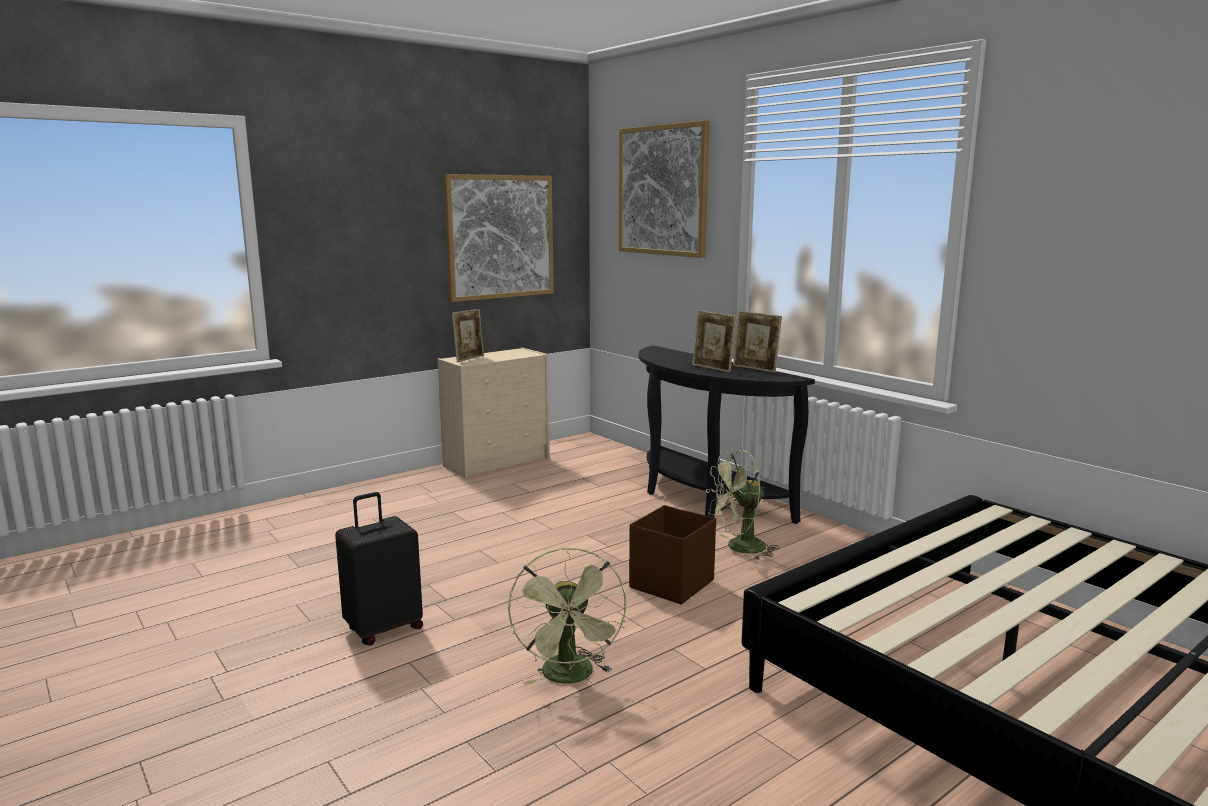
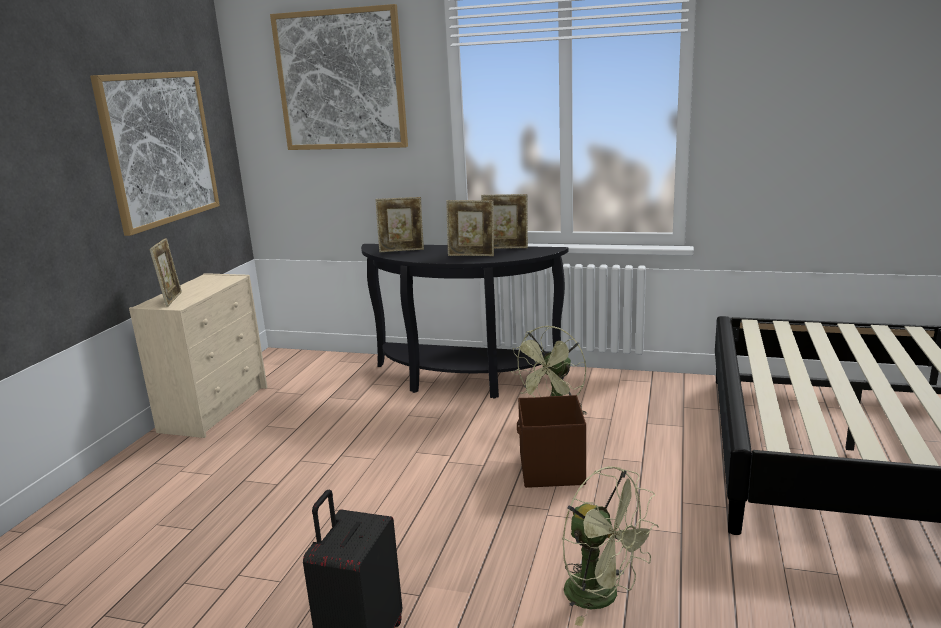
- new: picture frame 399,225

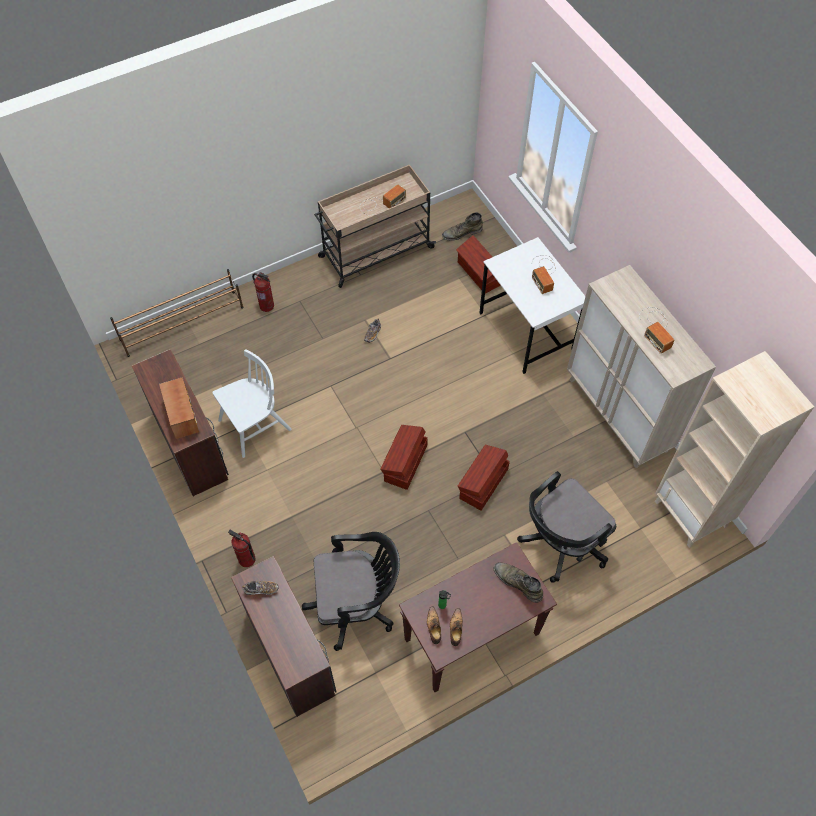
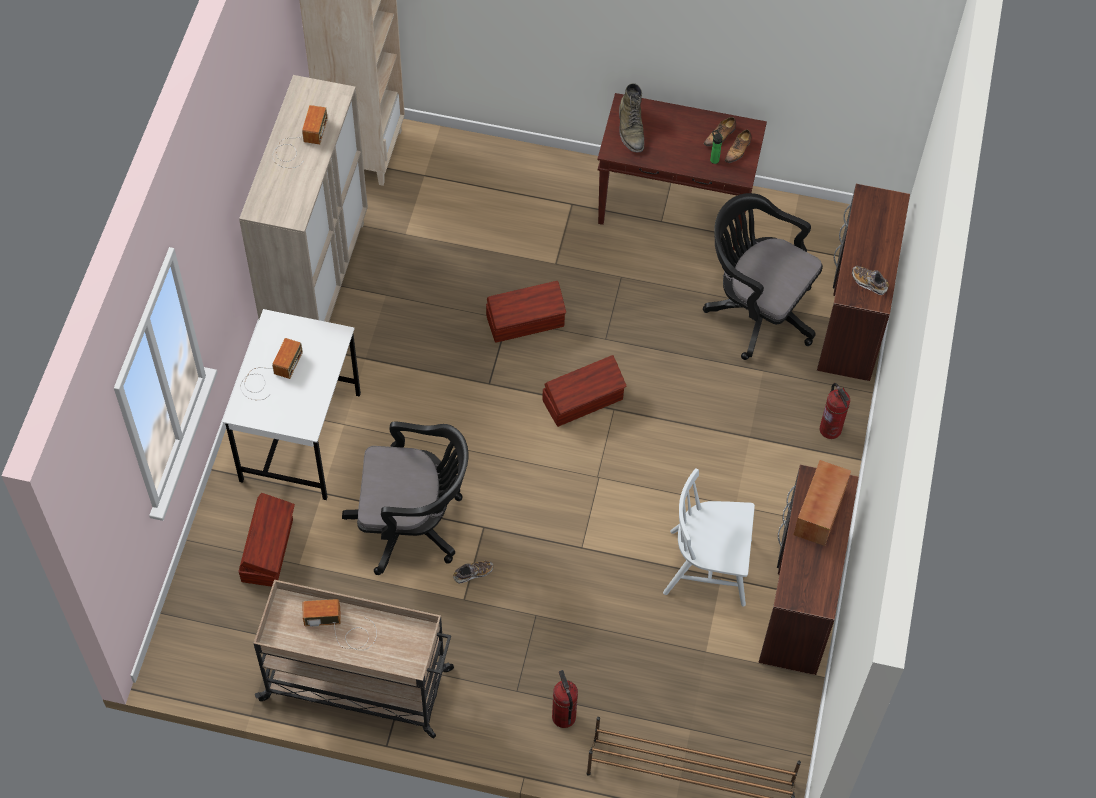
- gone: boot (green) 462,226
- shifted: office chair (black) 566,527 to 405,498

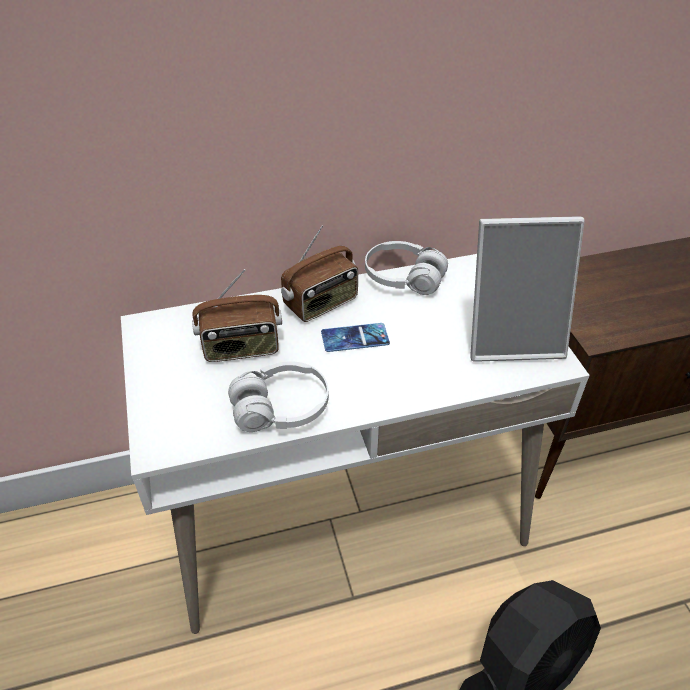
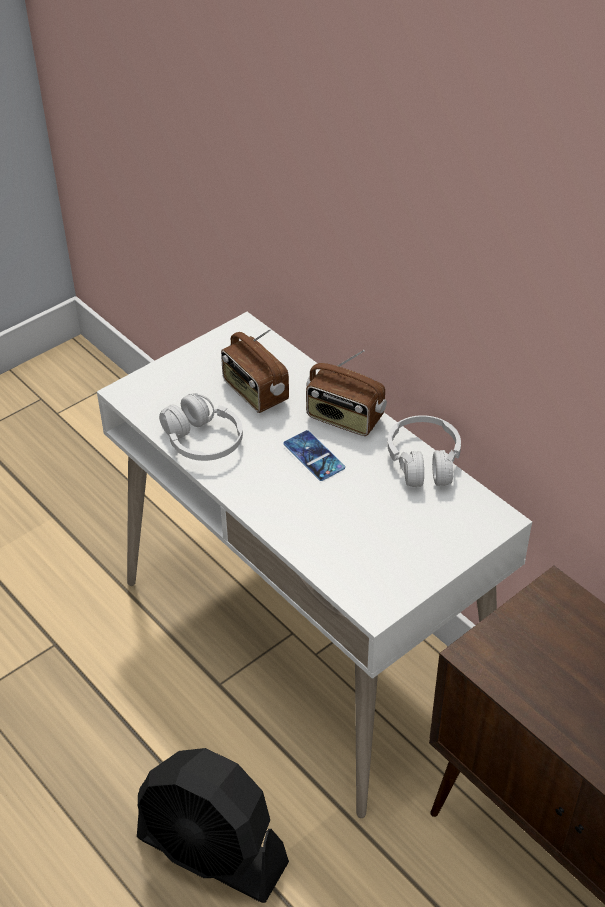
- gone: picture frame 527,289

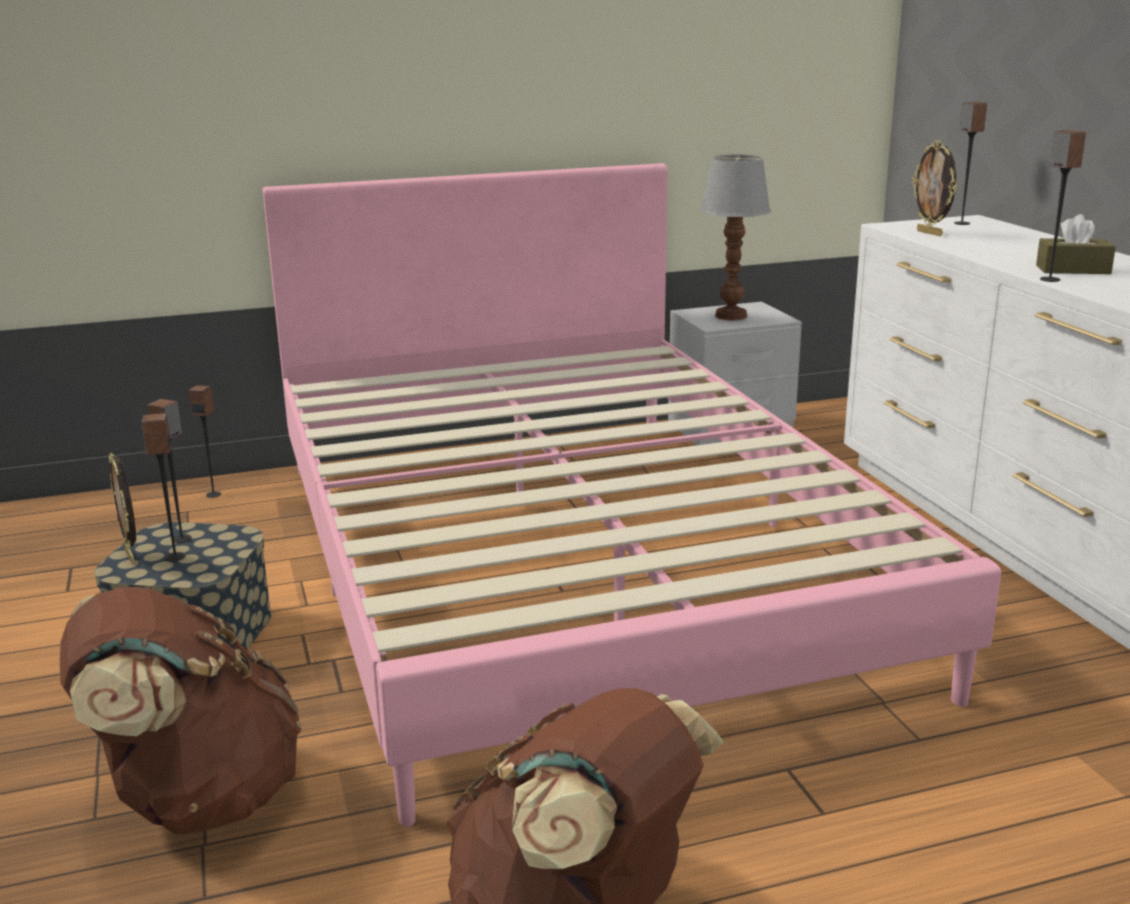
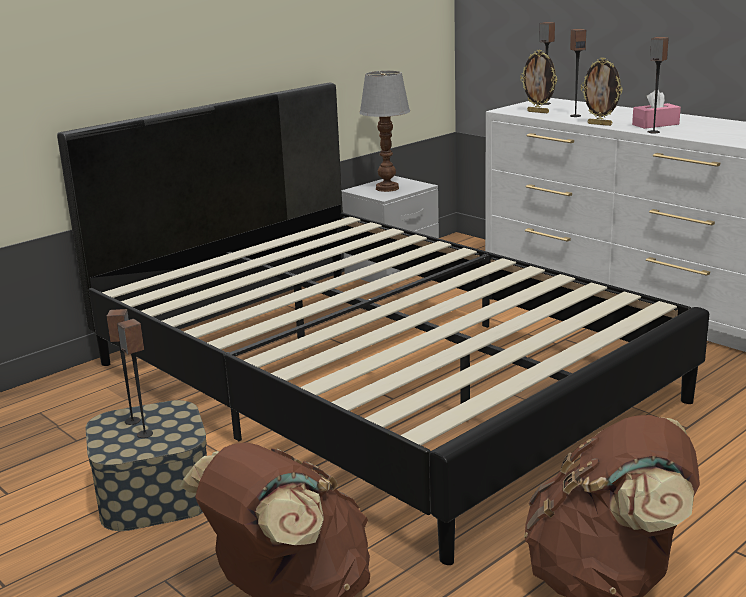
- repainted: bed (pink) 632,495 to bed (black) 383,324
- repainted: tissue box (brown) 1076,244 to tissue box (pink) 656,109
- shifted: speaker 205,441 to 578,73
- shifted: picture frame 122,509 to 601,92

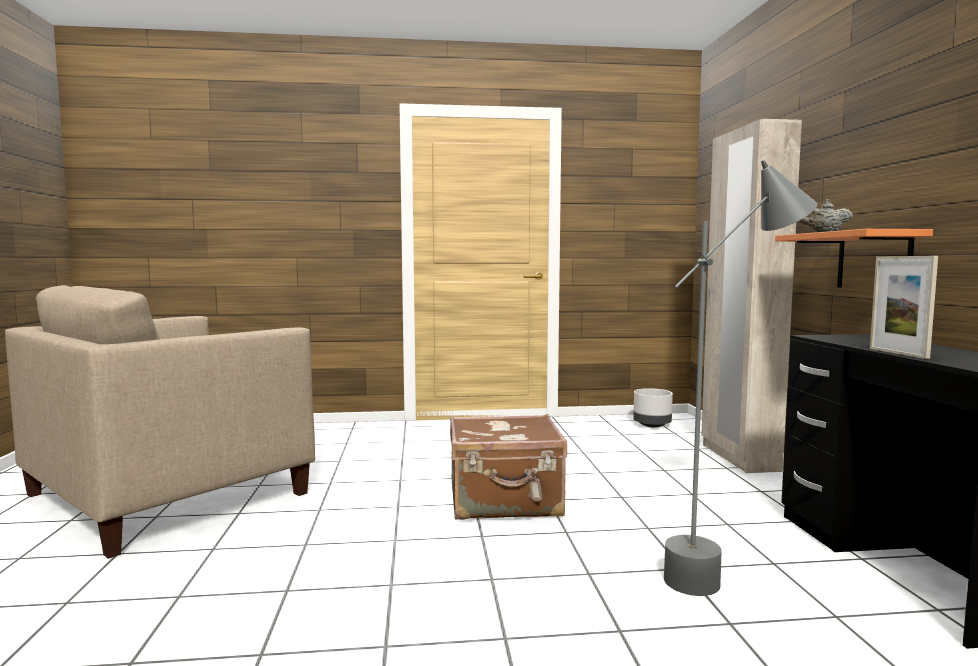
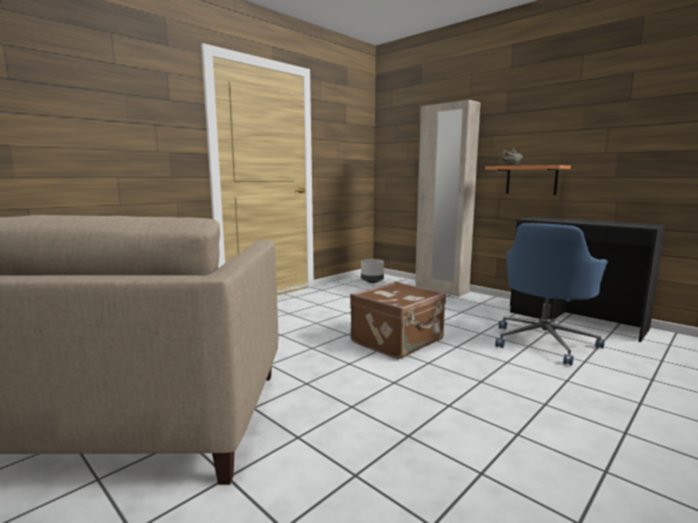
- swapped: floor lamp (grey) 740,378 to office chair (blue) 551,294
- gone: picture frame 904,307

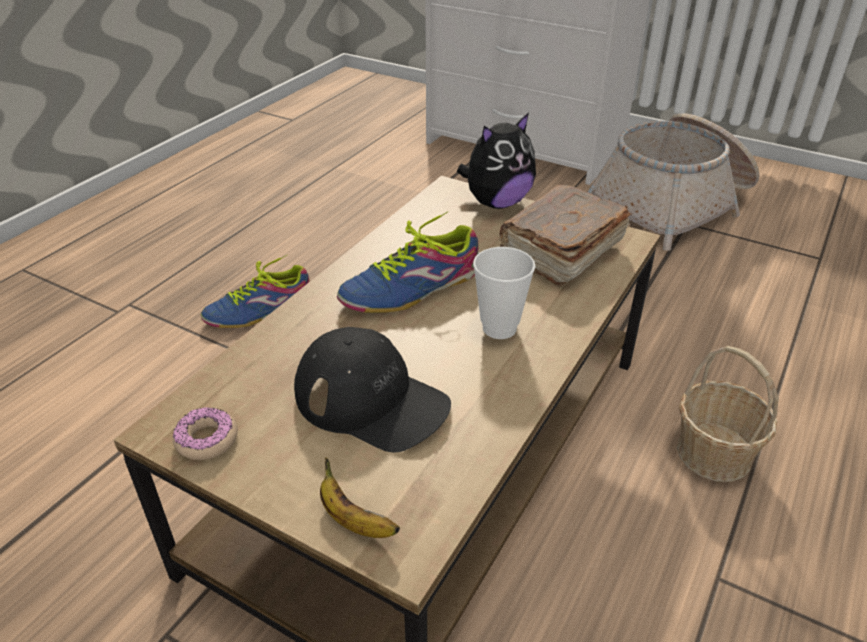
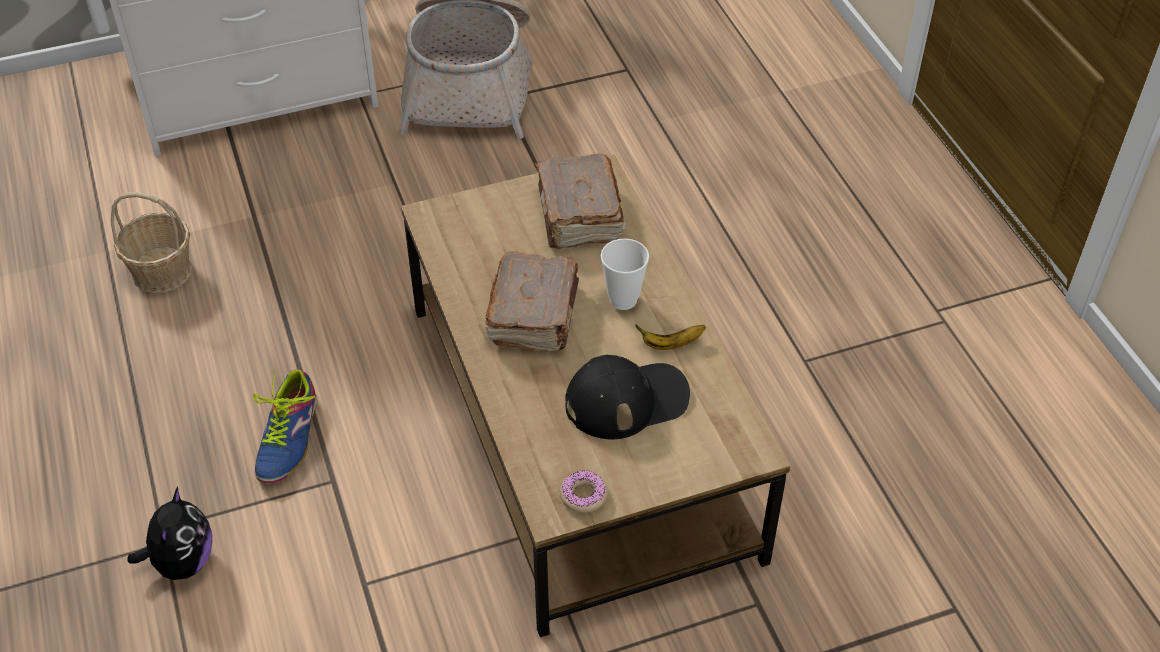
- shifted: plush toy 496,161 to 170,533
- swapped: shoe 408,262 to book (brown) 532,301
- shifted: basket 728,414 to 151,242
- shifted: banana 360,497 to 670,337

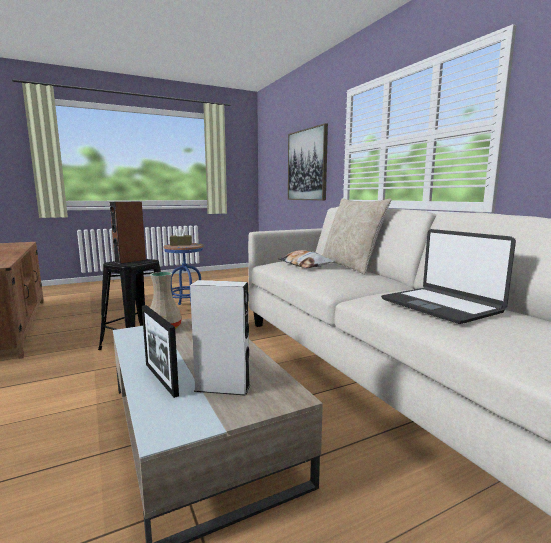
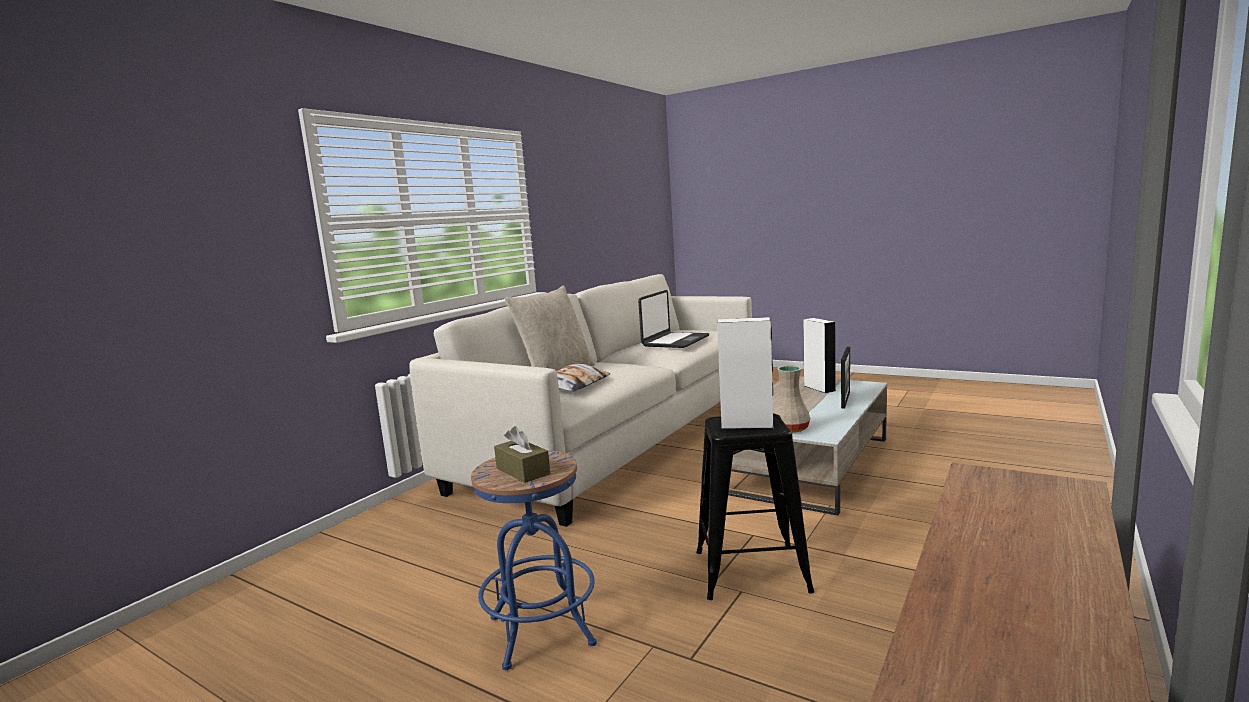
- gone: picture 308,162
- repainted: speaker (brown) 128,233 to speaker (white) 745,373

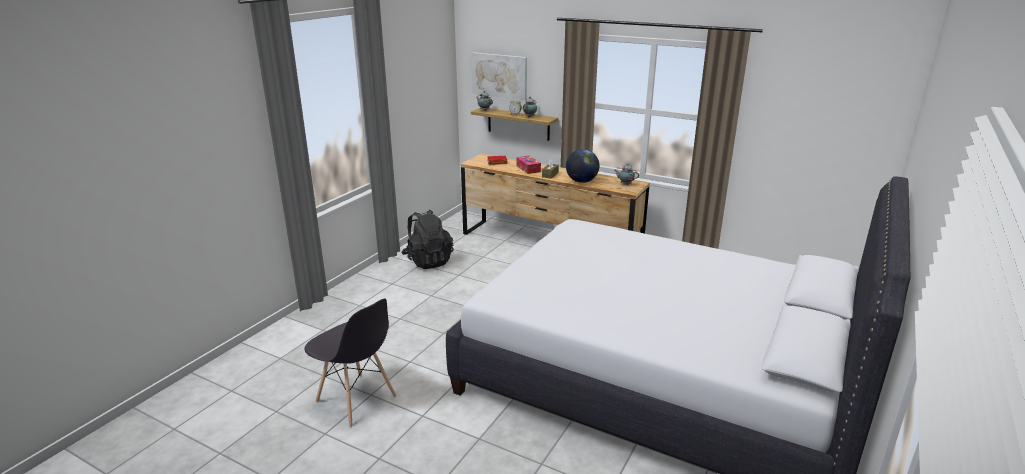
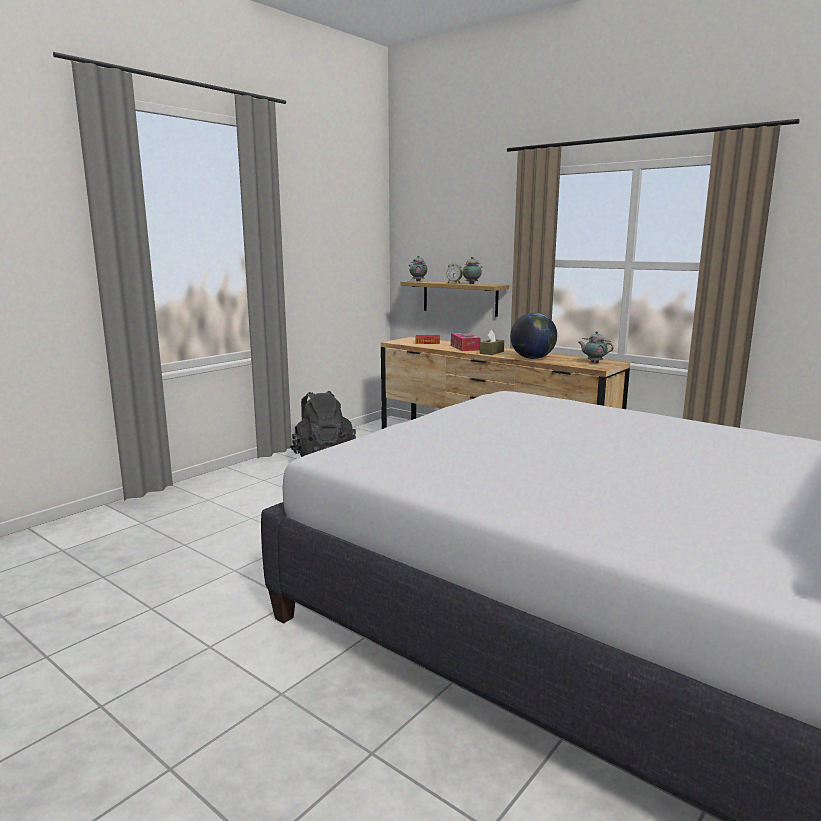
- gone: picture 499,76
- gone: chair (grey) 351,362

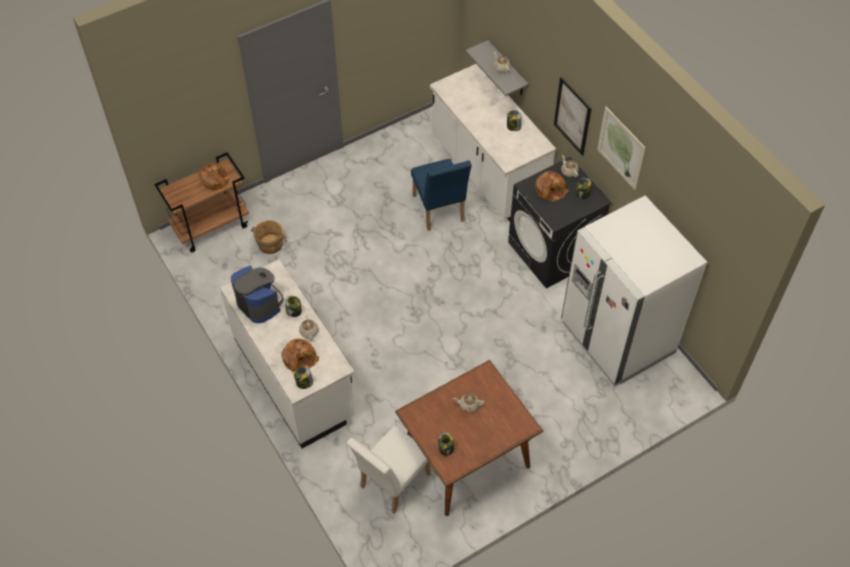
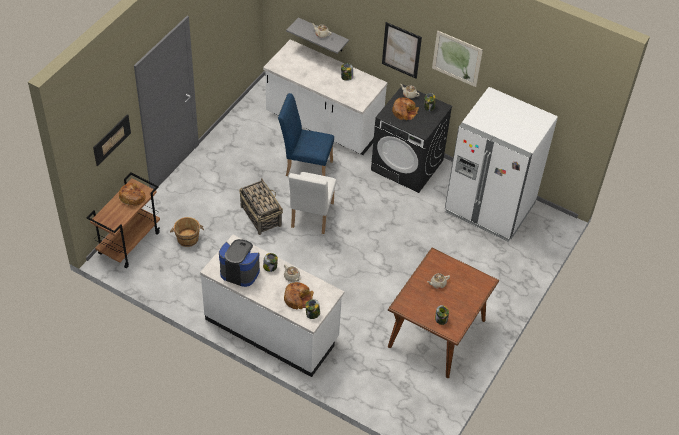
- rotated: chair (blue) 441,195 = 306,134 150 degrees clockwise
- shifted: chair (white) 389,470 to 312,203
- new: picture 112,140
- new: basket 261,207

